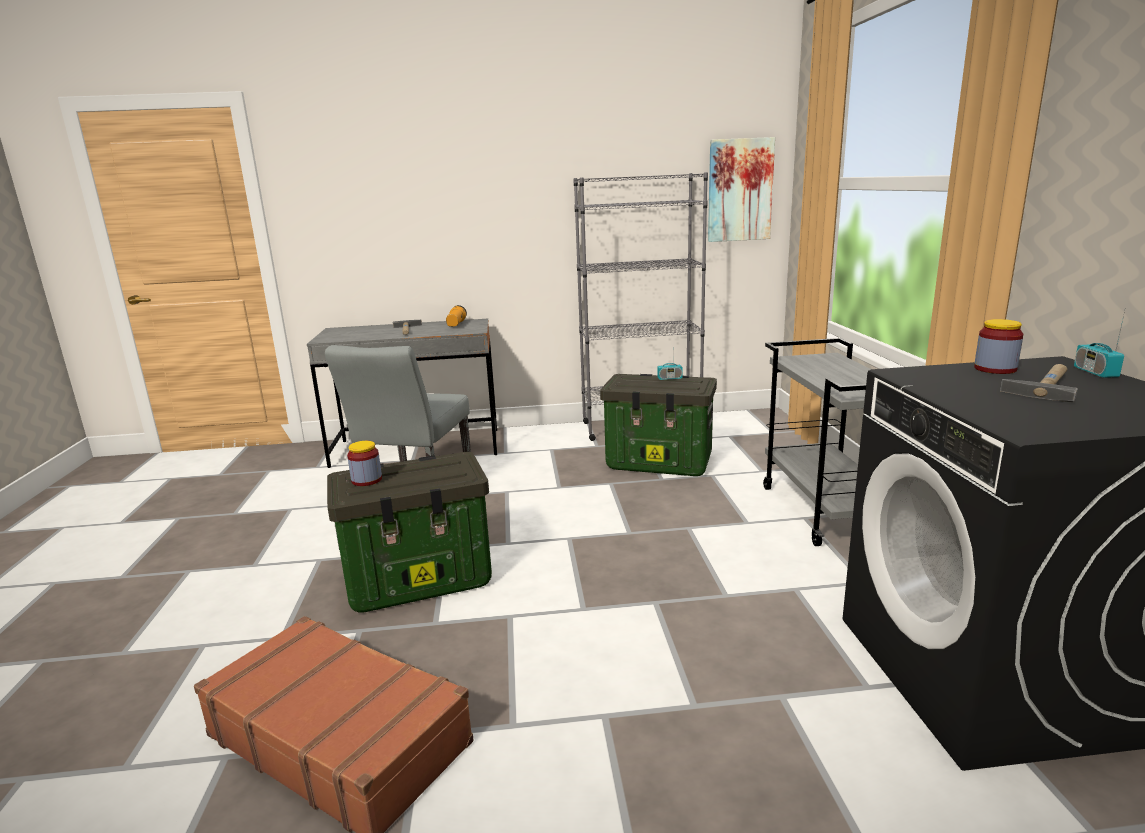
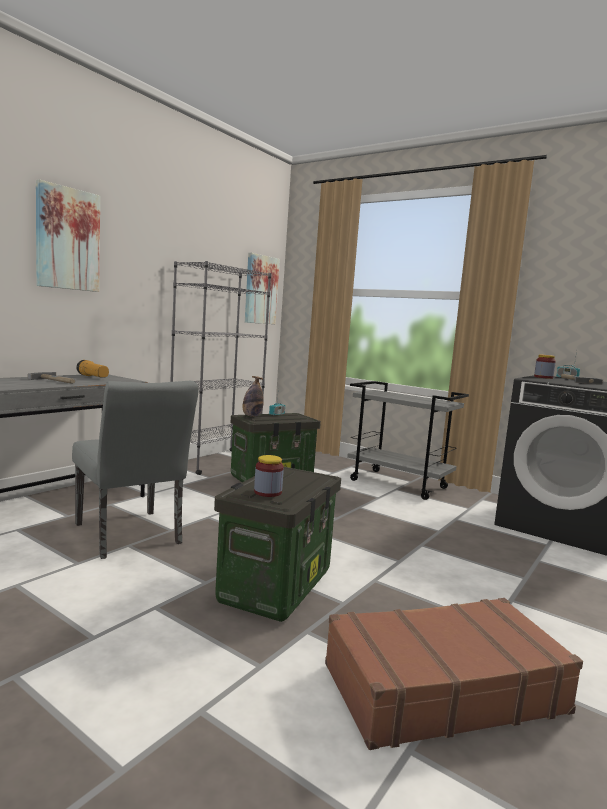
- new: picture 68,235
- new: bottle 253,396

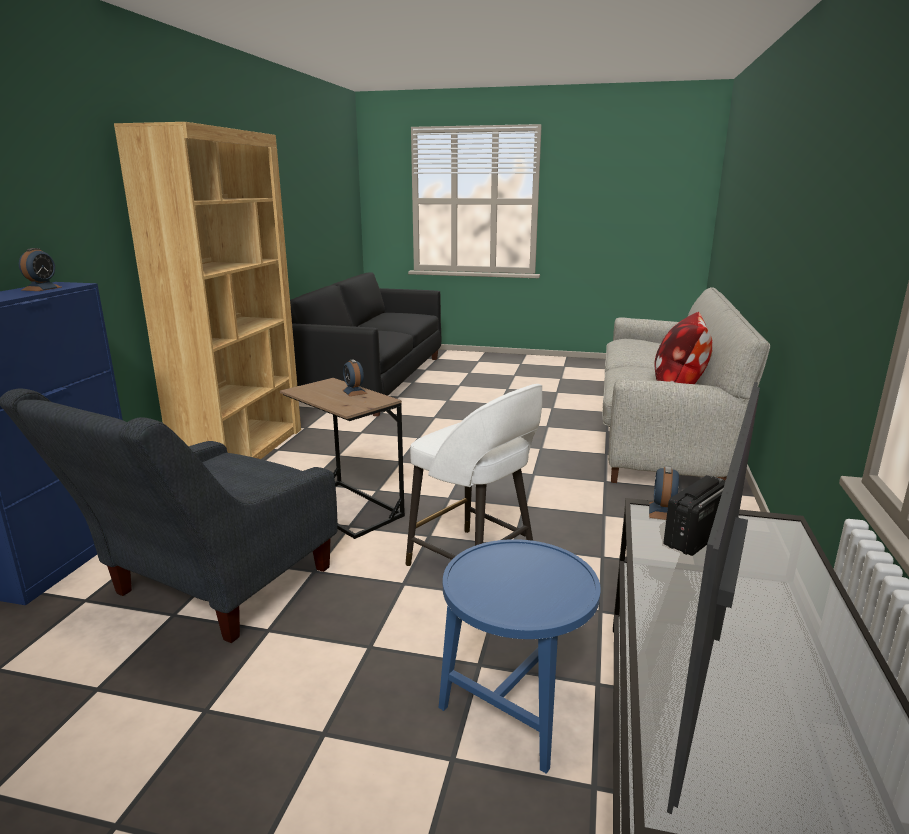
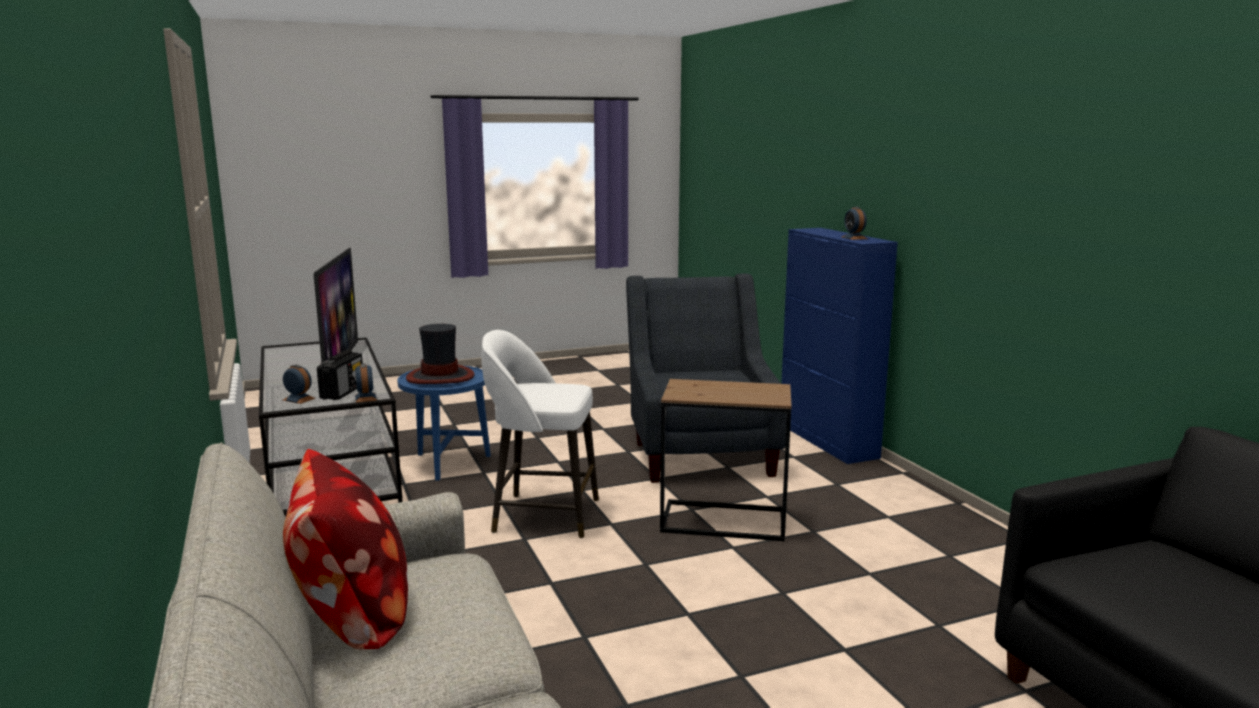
- gone: bookcase (brown) 207,290
- shifted: alarm clock 354,377 to 299,384
- new: hat 440,354

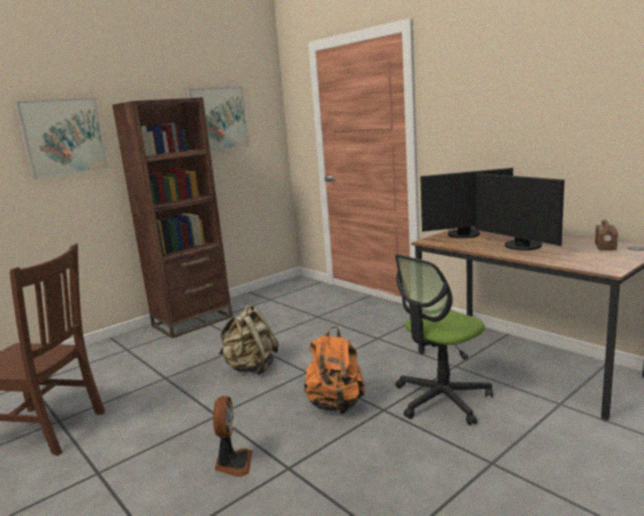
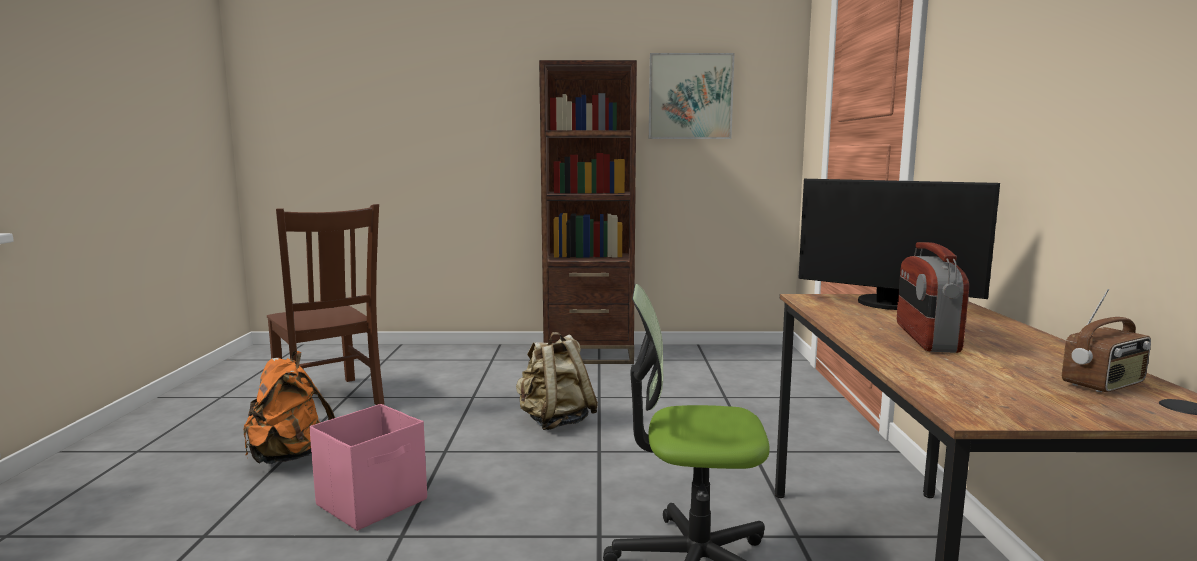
- gone: picture 62,138
- swapped: monitor 520,211 to radio 932,297
- shifted: backpack (orange) 334,370 to 289,407
- swapped: fan 232,436 to storage box (pink) 368,467

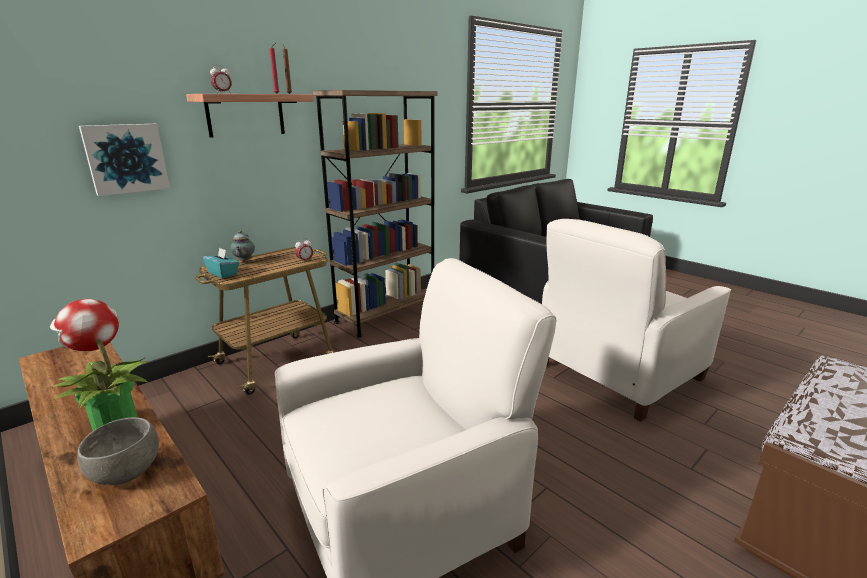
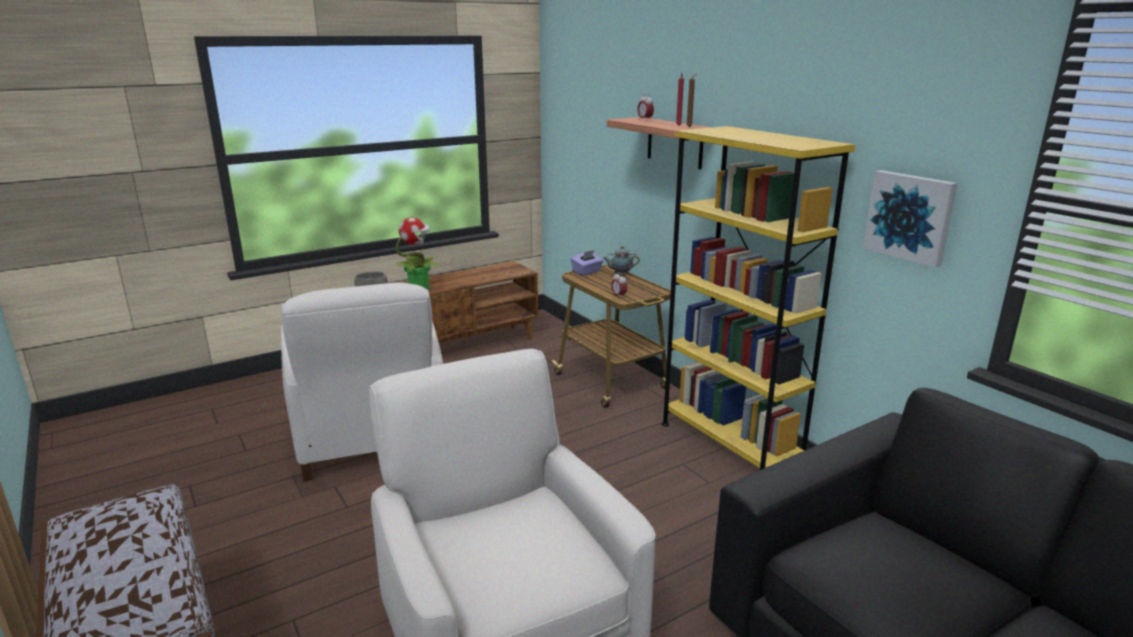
- repainted: bookcase (brown) 375,213 to bookcase (yellow) 758,298
- shifted: picture 124,160 to 910,219
- repainted: tissue box (turquoise) 221,262 to tissue box (purple) 587,263

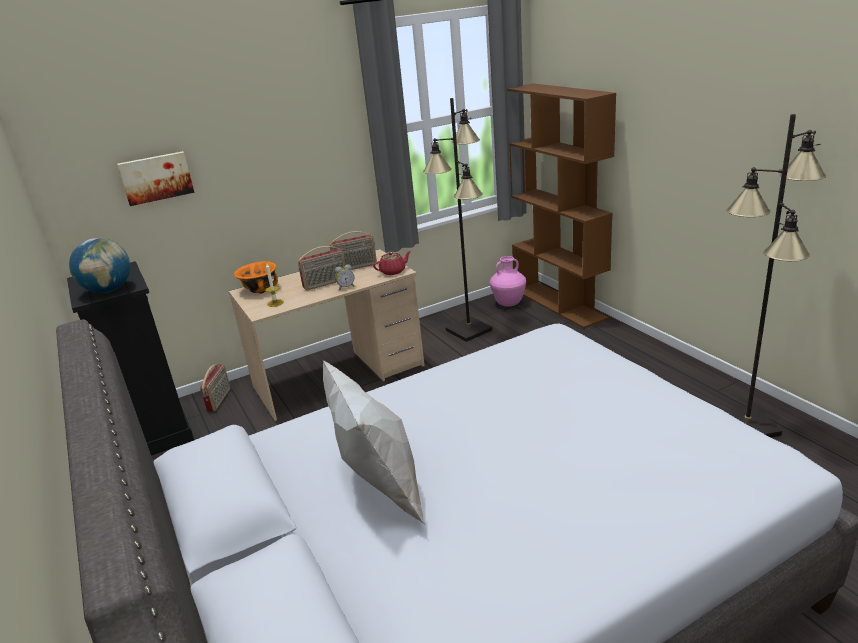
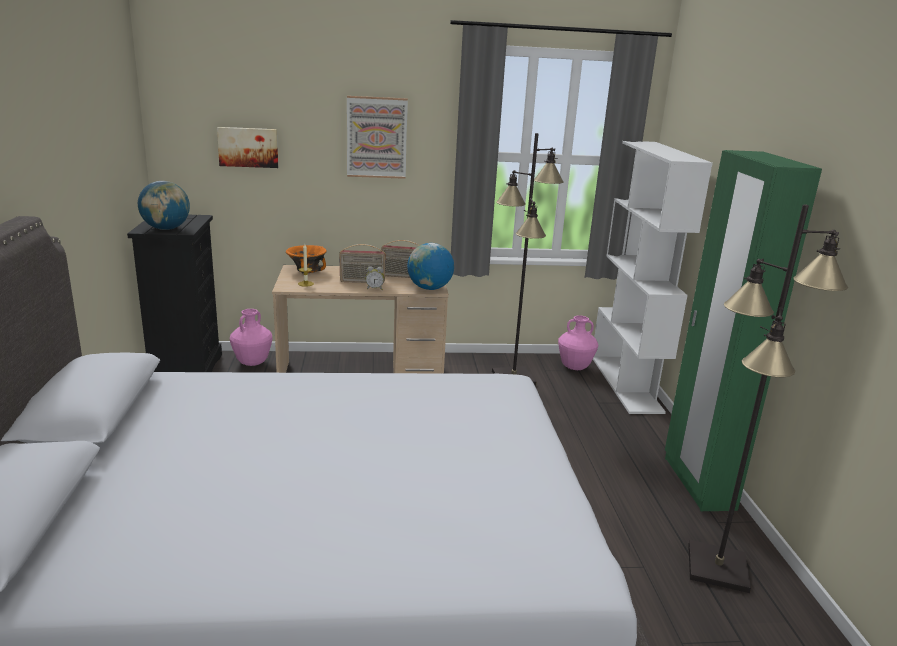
- repainted: bookcase (brown) 561,206 to bookcase (white) 653,277
- swapped: teapot (red) 392,263 to globe 430,266
- gone: pillow (white) 373,442
- swapped: radio 215,388 to vase (pink) 251,337
- new: picture 377,137
- new: wardrobe (green) 743,330

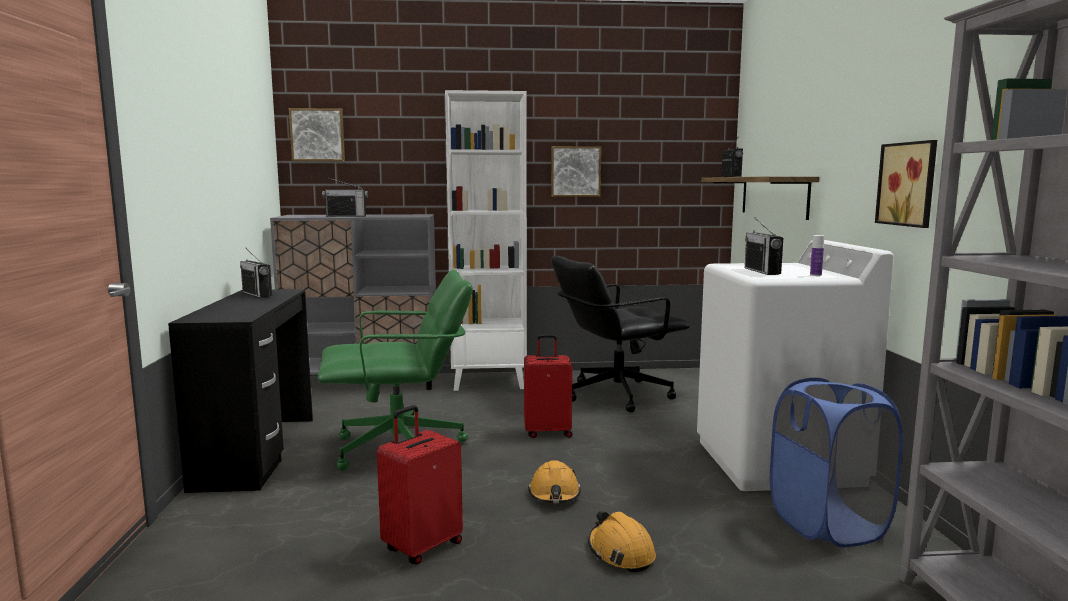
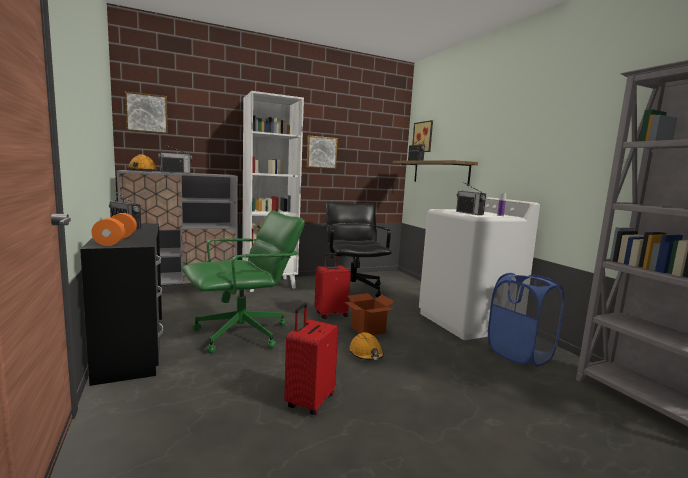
- shifted: picture 906,184 to 422,136
- rotated: office chair (black) 620,334 = 358,249 120 degrees clockwise
- shifted: hard hat (orange) 622,542 to 142,163
- new: dumbbell (orange) 114,229
- new: cardboard box 369,314

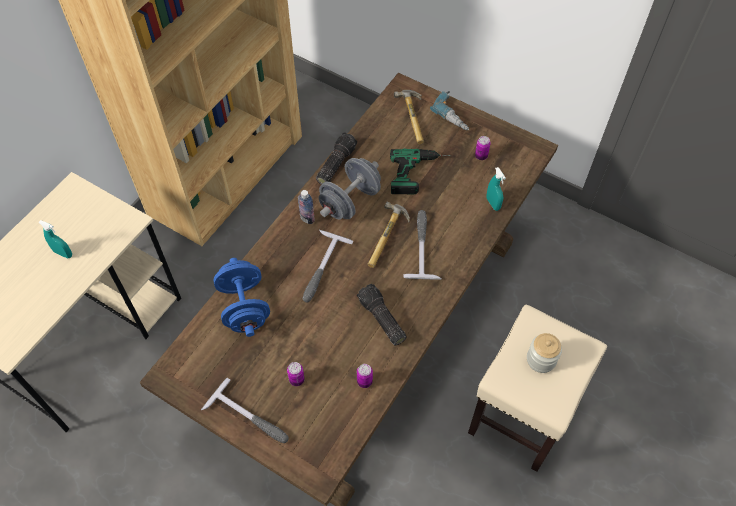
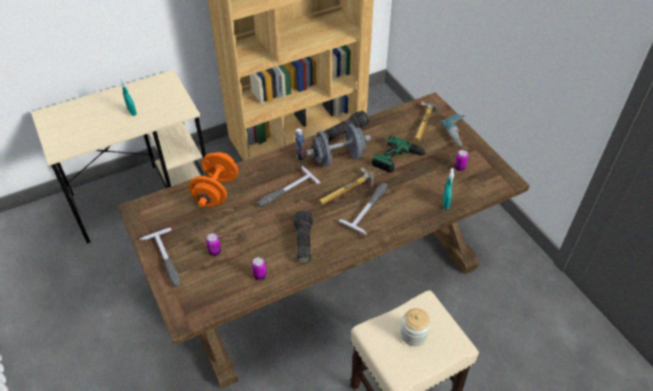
- repainted: dumbbell (blue) 241,297 to dumbbell (orange) 213,179

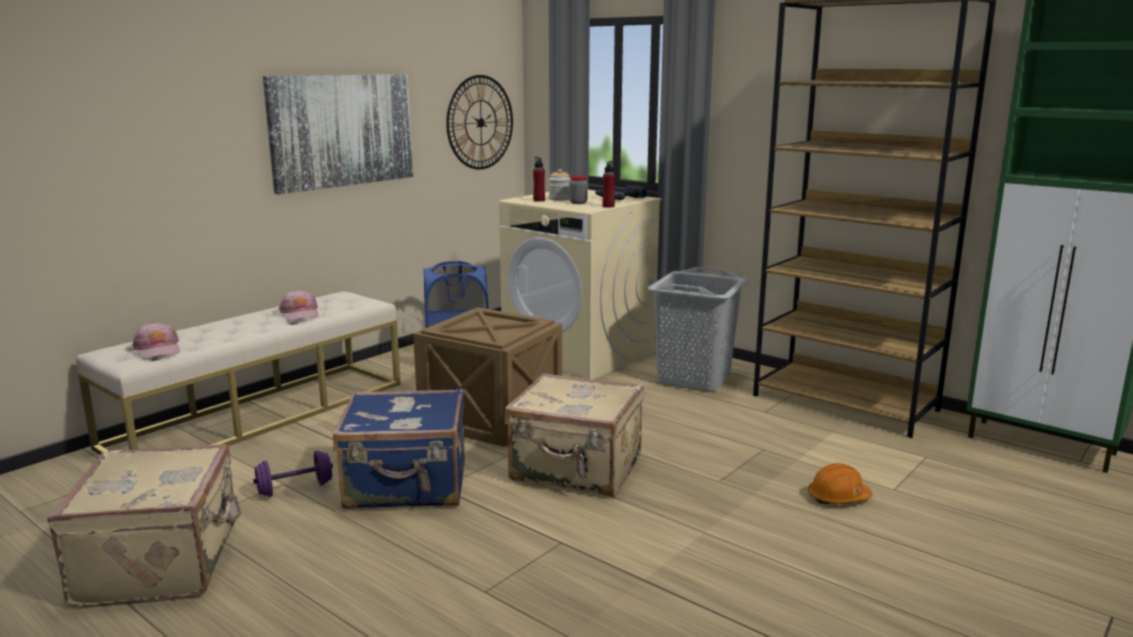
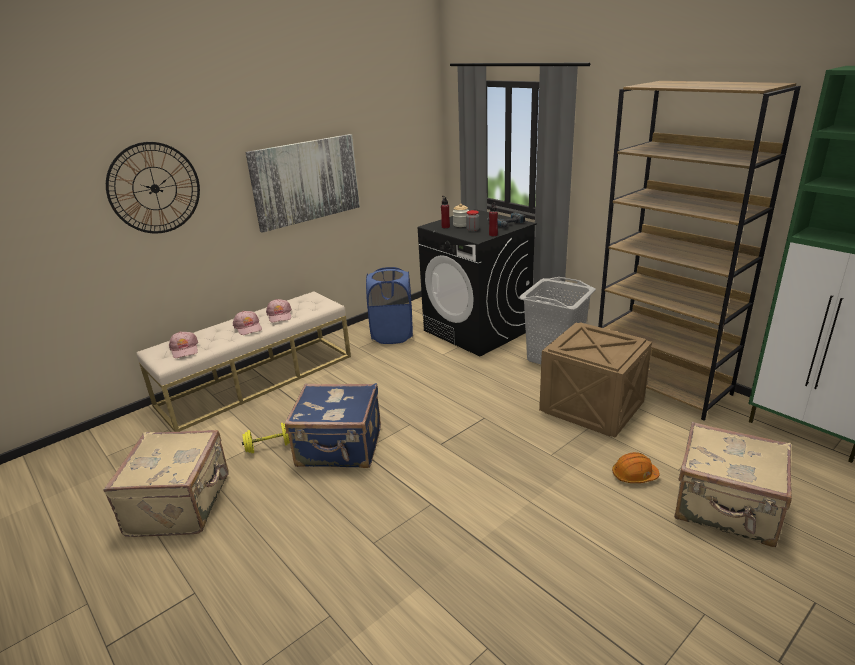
- shifted: wall clock 479,122 to 153,187
- repainted: washing machine (beige) 580,284 to washing machine (black) 477,283
- shifted: crate 487,377 to 595,380
- shifted: suitcase (beige) 574,435 to 733,484
- repainted: dumbbell (purple) 293,473 to dumbbell (yellow) 266,438
- new: cap (pink) 247,323

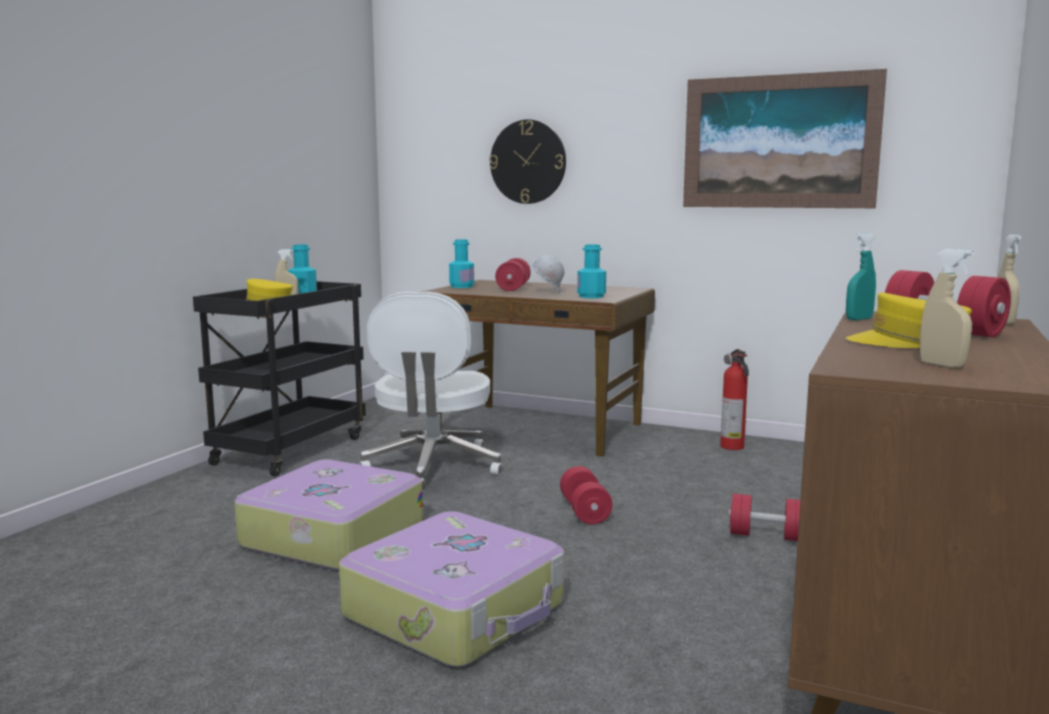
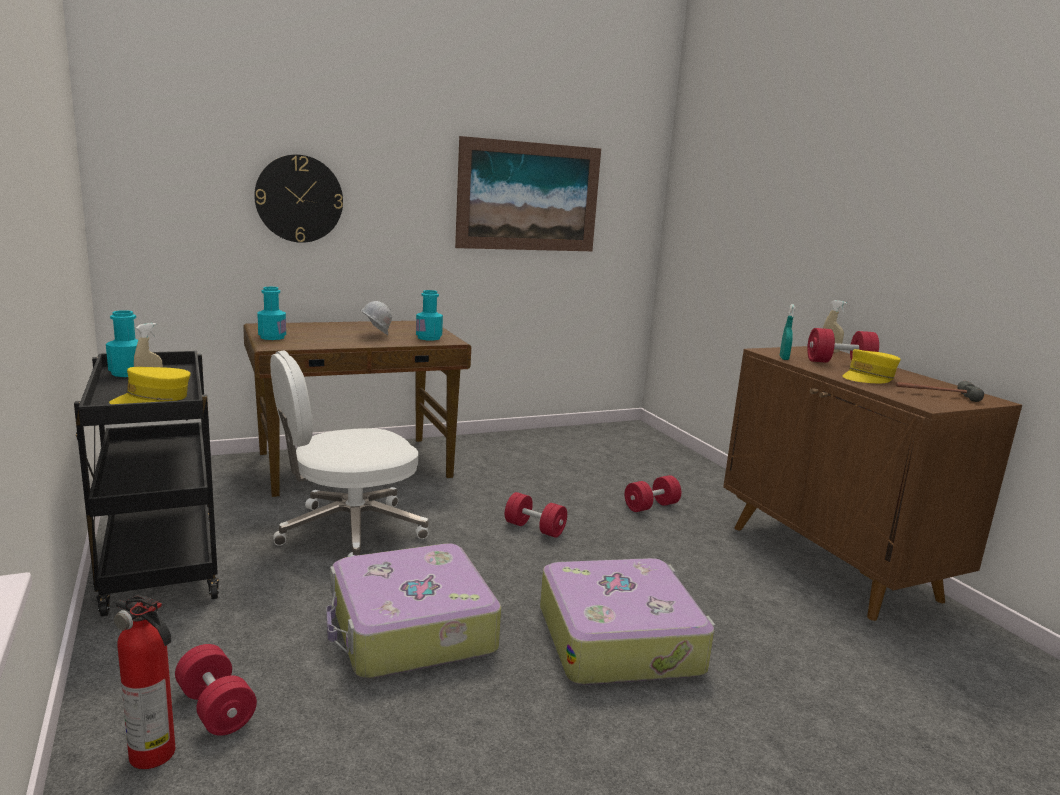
- swapped: spray bottle (beige) 947,308 to hammer 940,391
- shifted: dumbbell (red) 513,274 to 216,690
- rotated: office chair (white) 431,391 = 349,453 105 degrees clockwise
- shifted: fire extinguisher 734,399 to 144,682

